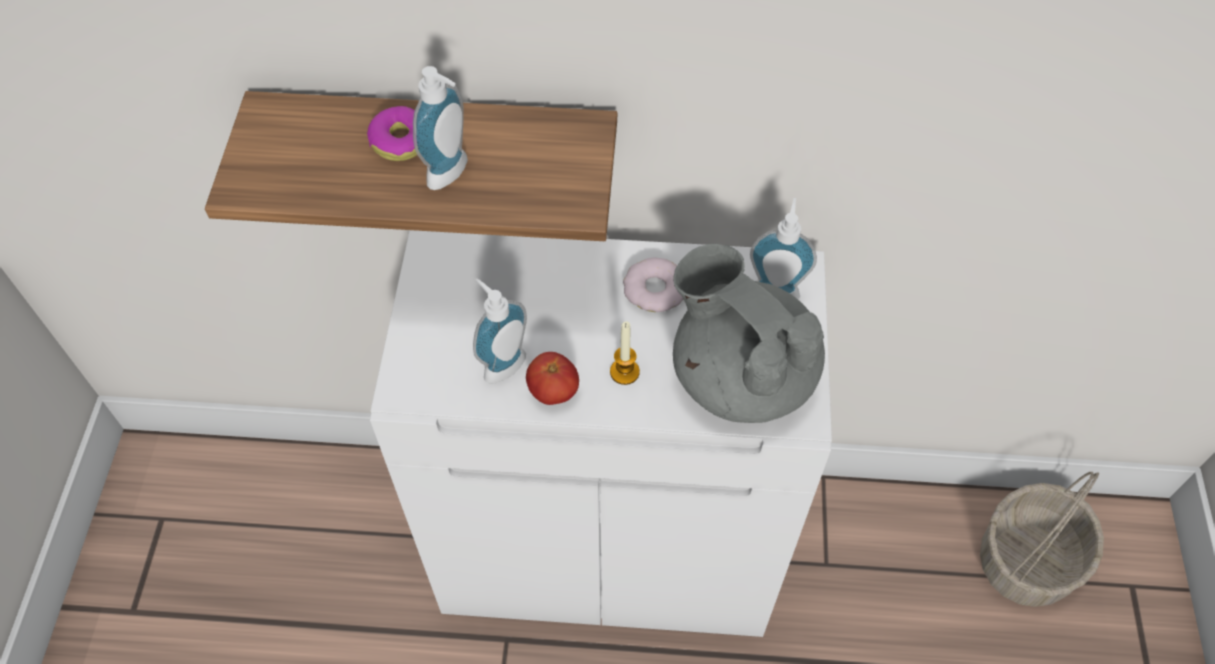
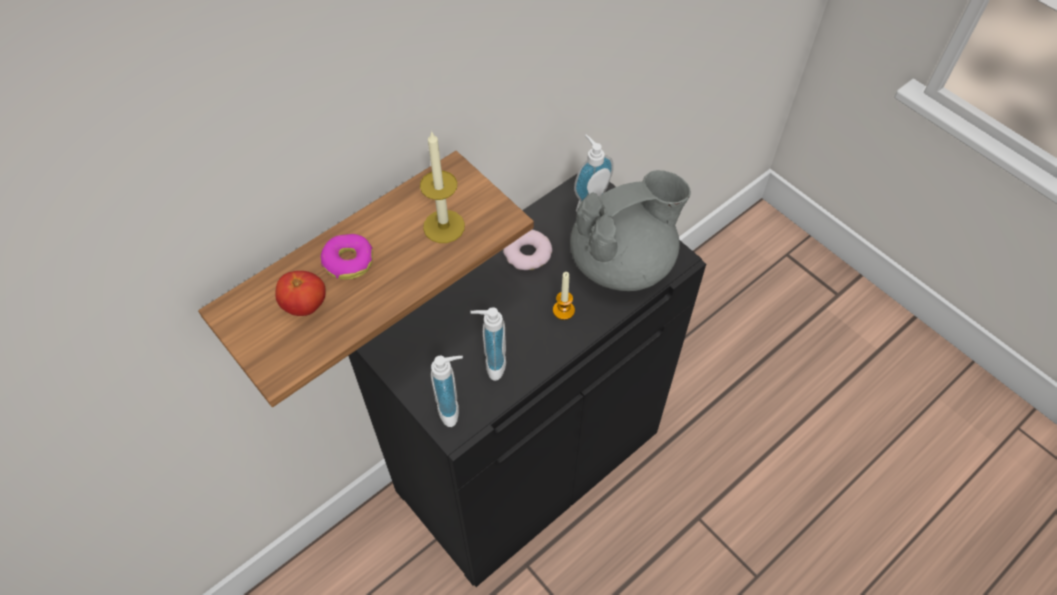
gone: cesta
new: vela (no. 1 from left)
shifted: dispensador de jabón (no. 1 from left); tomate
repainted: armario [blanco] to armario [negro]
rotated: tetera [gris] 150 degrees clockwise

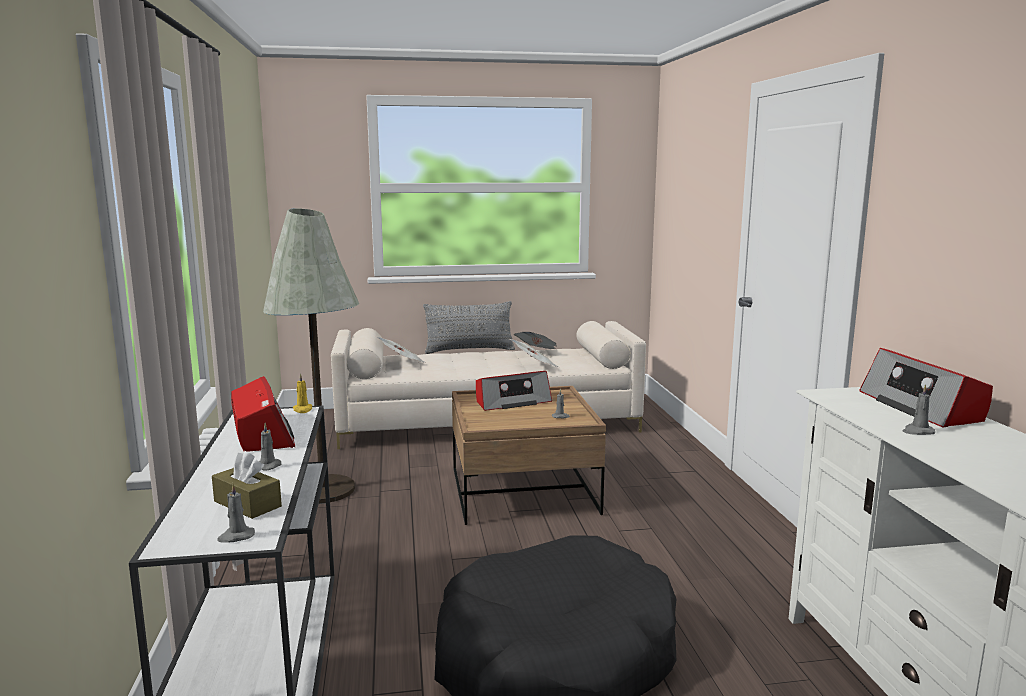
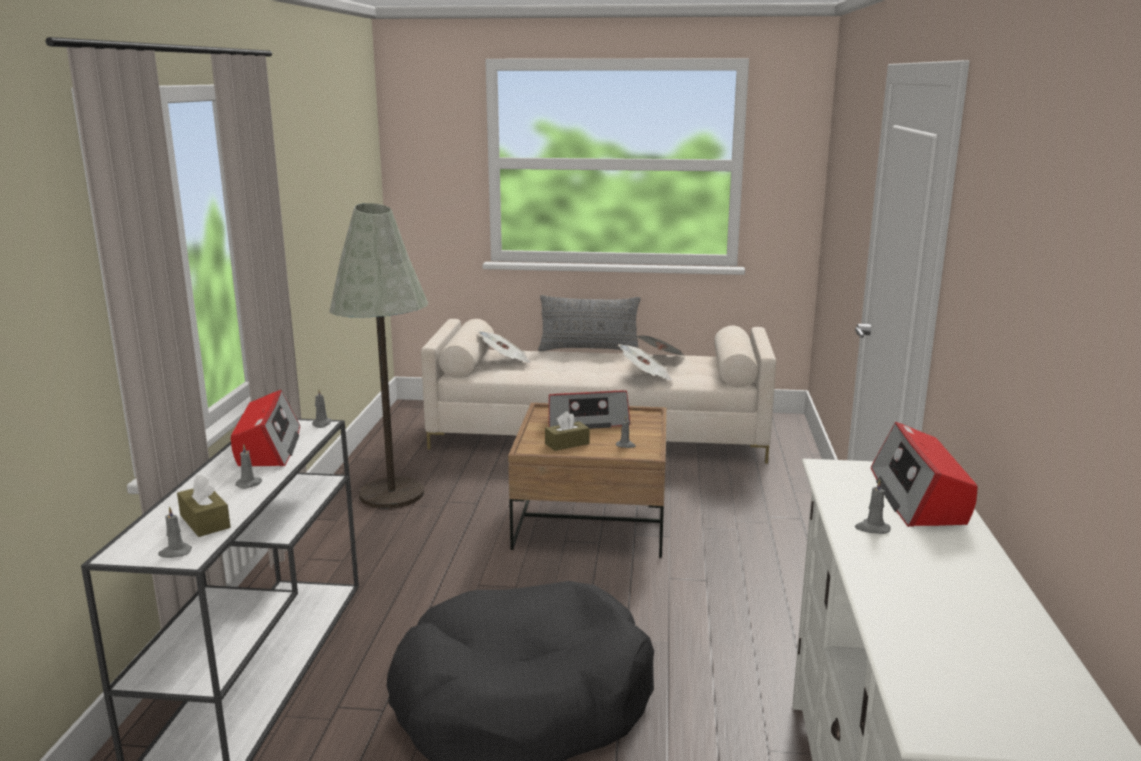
new: caja de pañuelos [marrón] (no. 2 from left)
repainted: vela [amarillo] to vela [gris] (no. 3 from left)

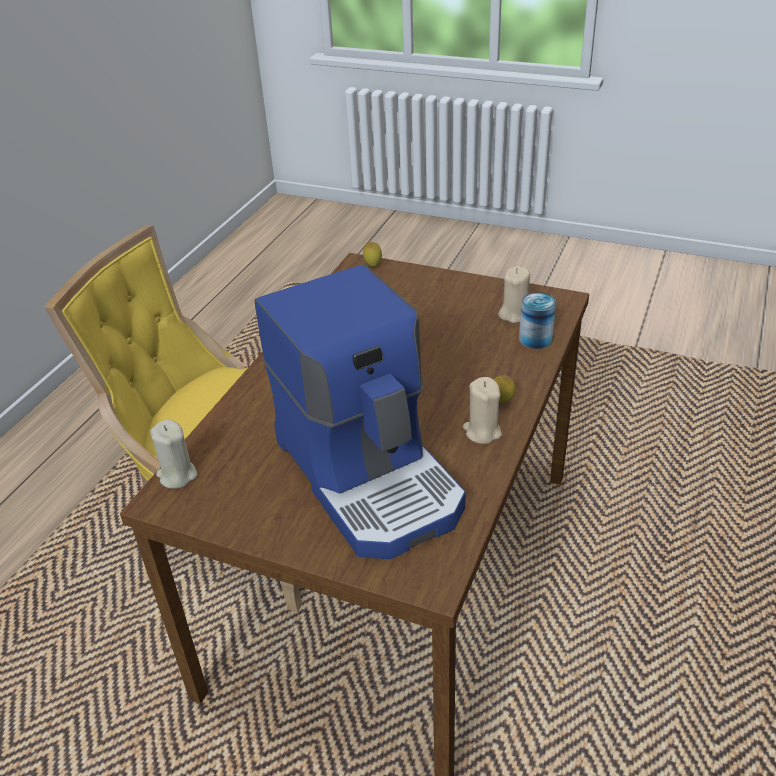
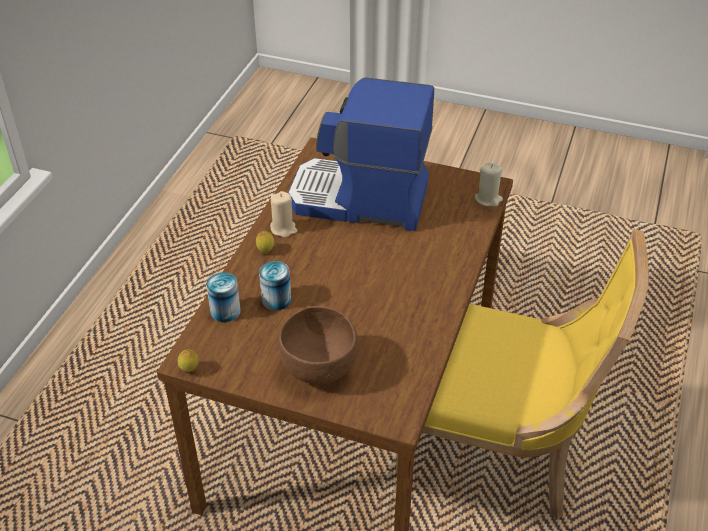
gone: vela [beis] (no. 3 from left)
new: lata (no. 2 from left); cuenco [marrón]
shifted: limón (no. 1 from left)
rotated: cafetera 45 degrees counterclockwise

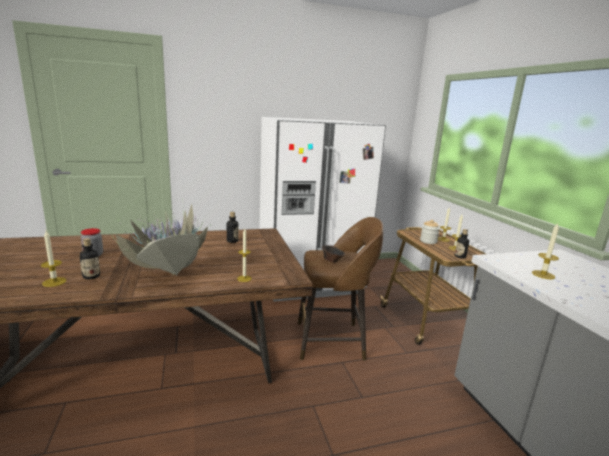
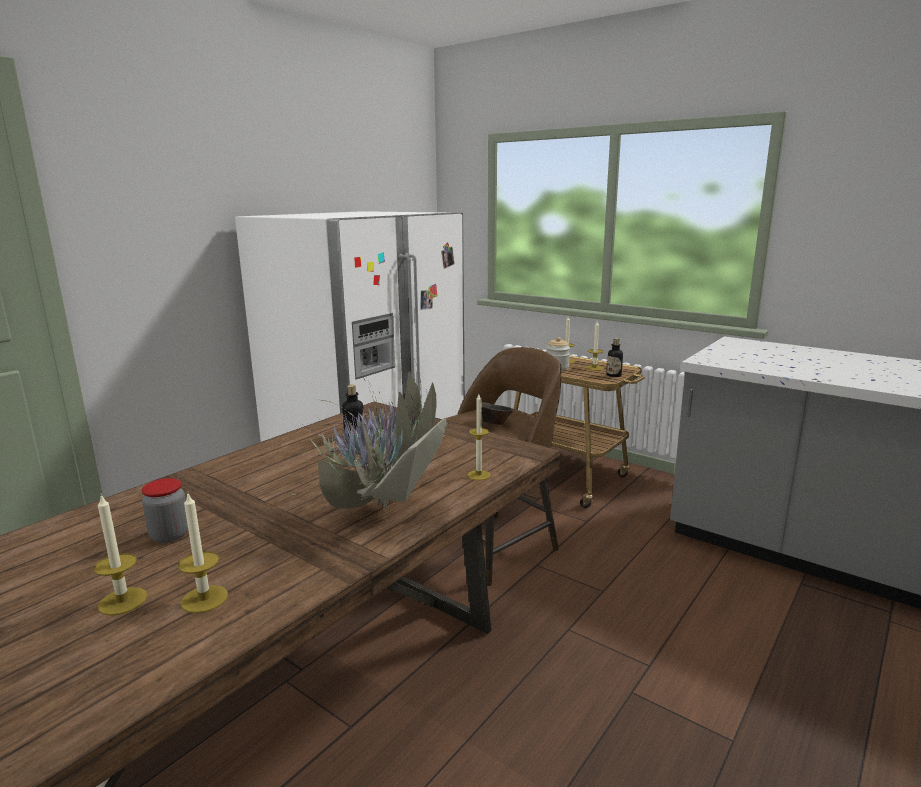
gone: botella (no. 1 from left)
shifted: vela (no. 5 from left in the first image) to vela (no. 1 from left)

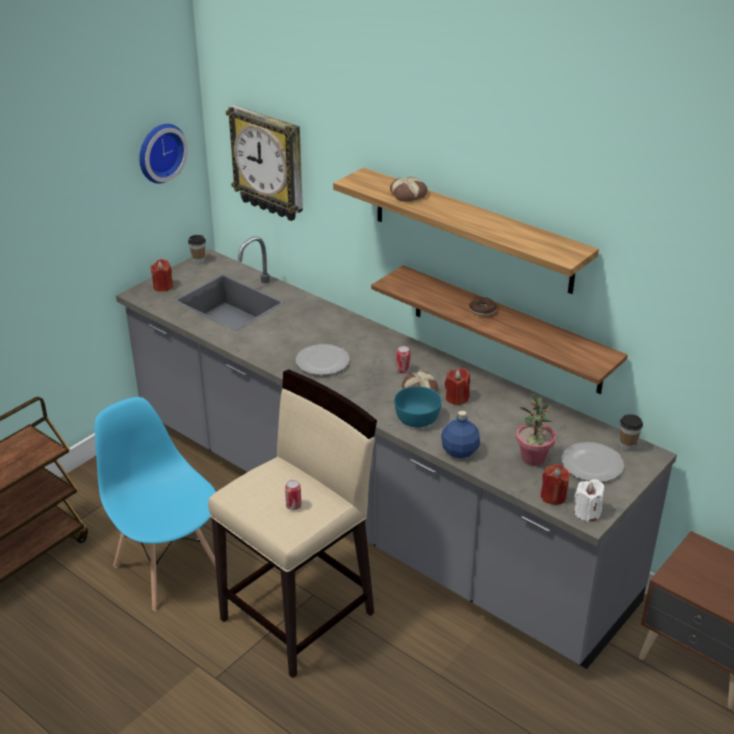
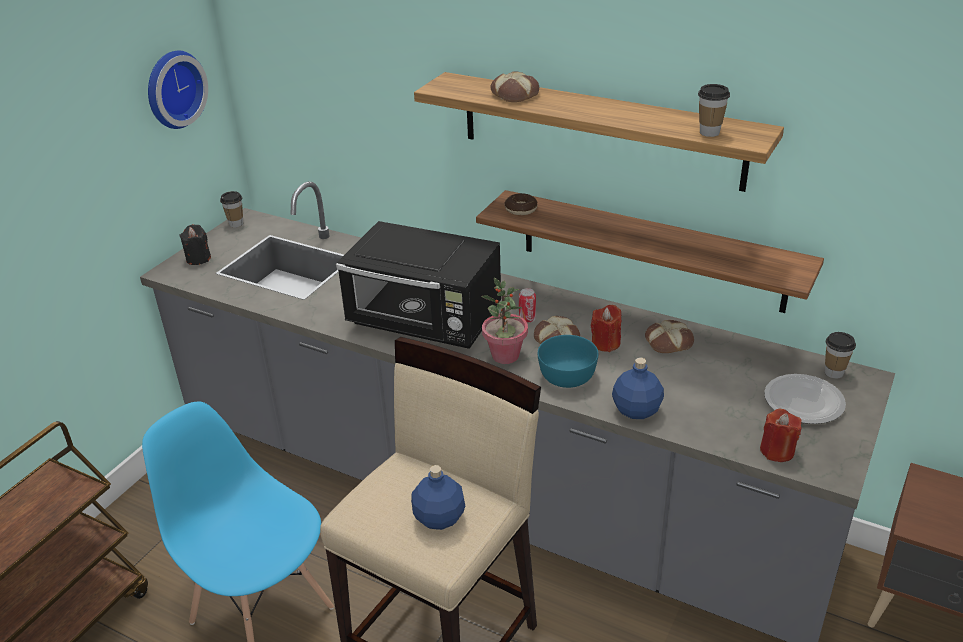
gone: reloj de pared (no. 2 from left); vela [blanco]
new: pan (no. 3 from left); taza (no. 2 from left)
shifted: rosquilla; planta en maceta
swapped: lata (no. 1 from left) to botella [azul] (no. 1 from left); plato (no. 1 from left) to microondas [negro]
repainted: vela [rojo] (no. 1 from left) to vela [negro]

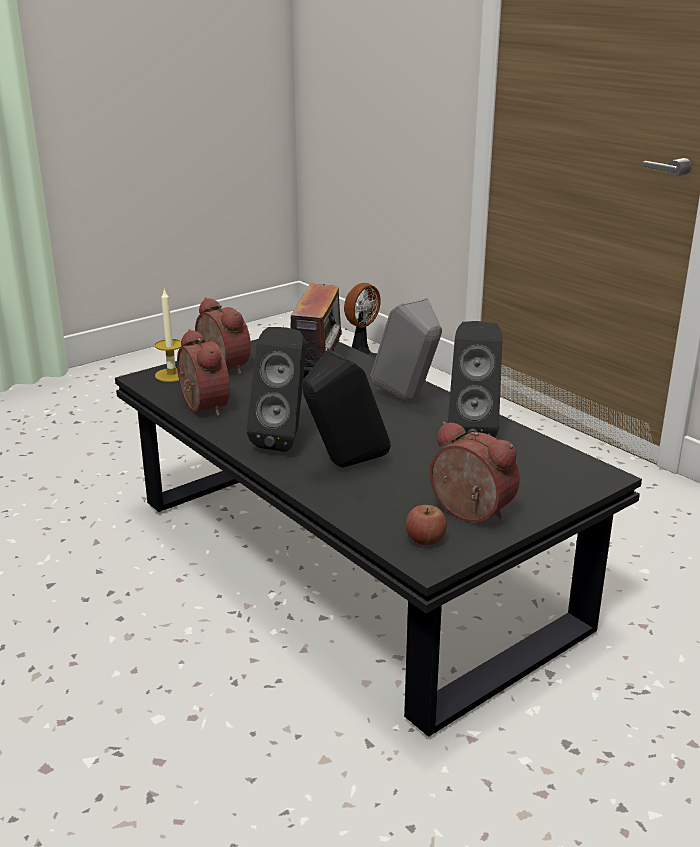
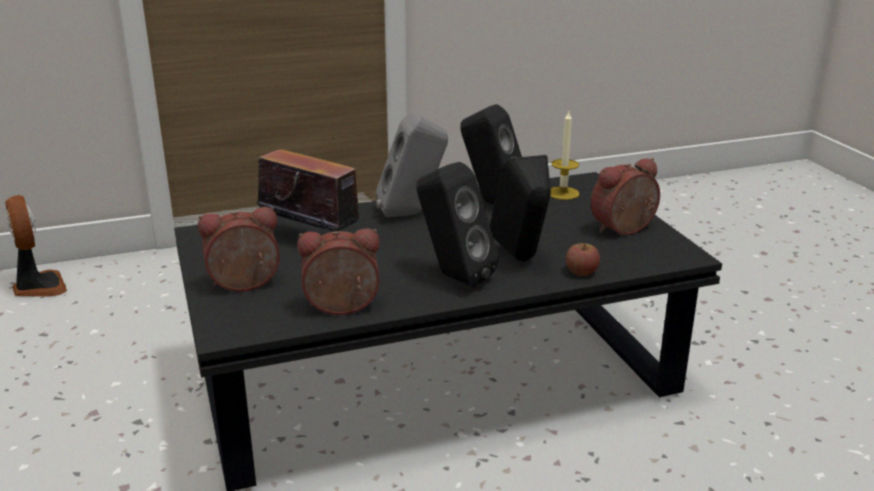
shifted: vela; manzana

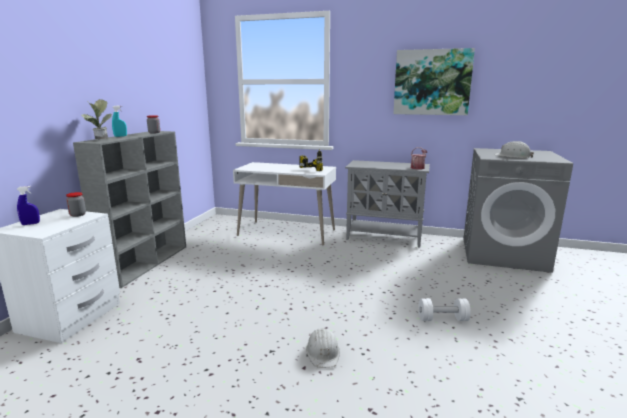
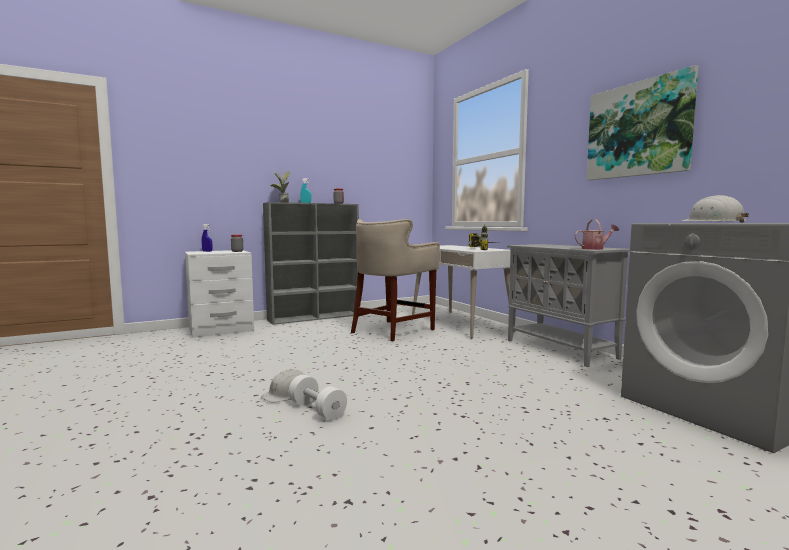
new: taburete [beis]
shifted: mancuerna [blanco]

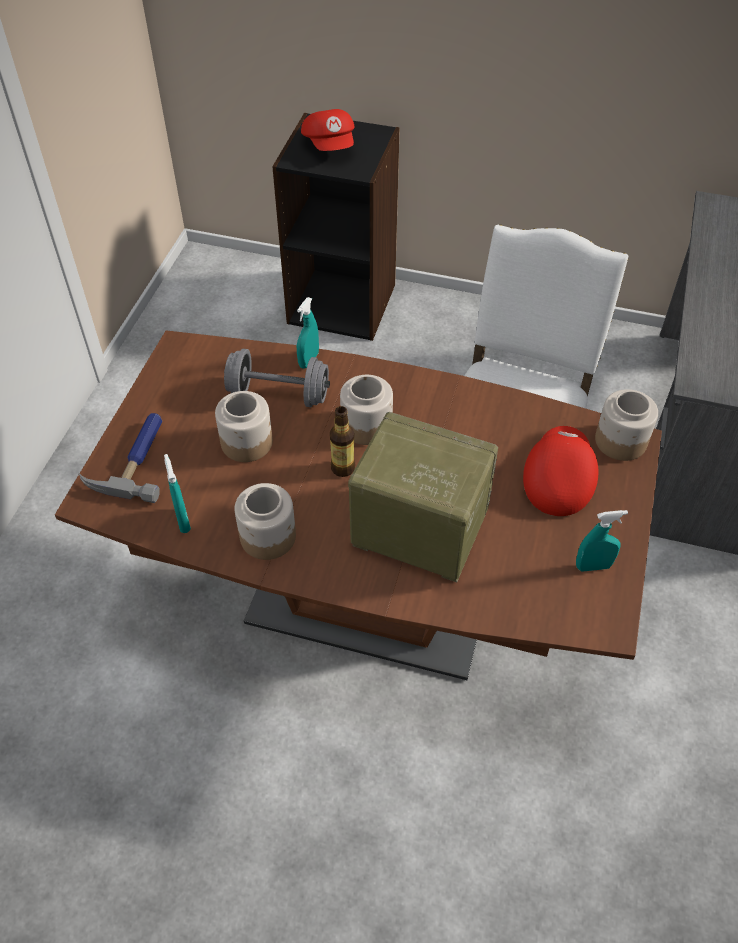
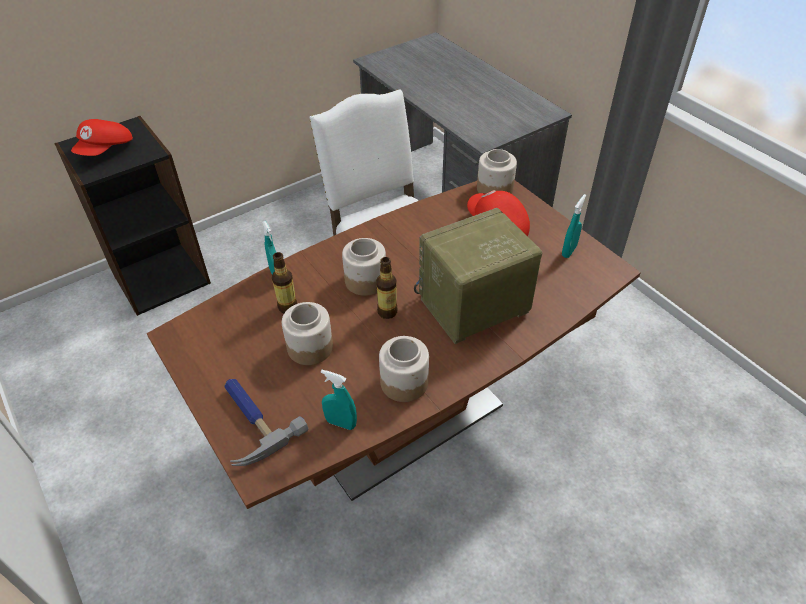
swapped: mancuerna [gris] to botella (no. 1 from left)
rotated: gorra [rojo] (no. 1 from left) 90 degrees clockwise

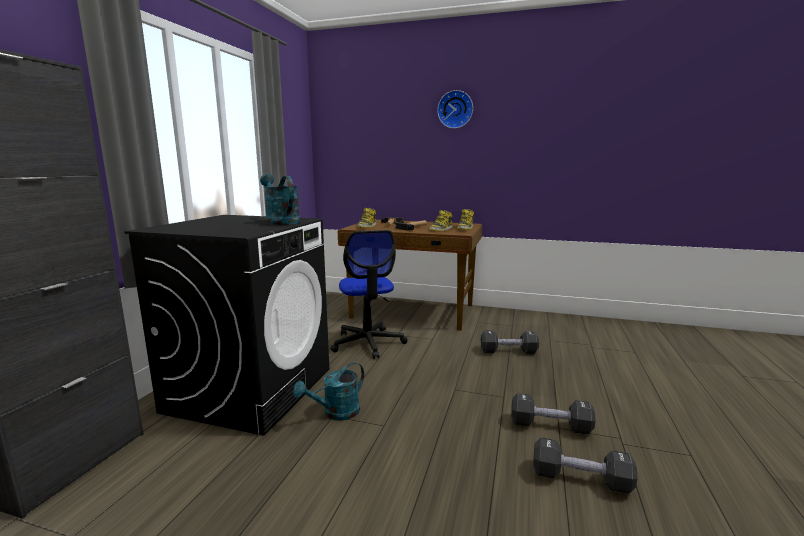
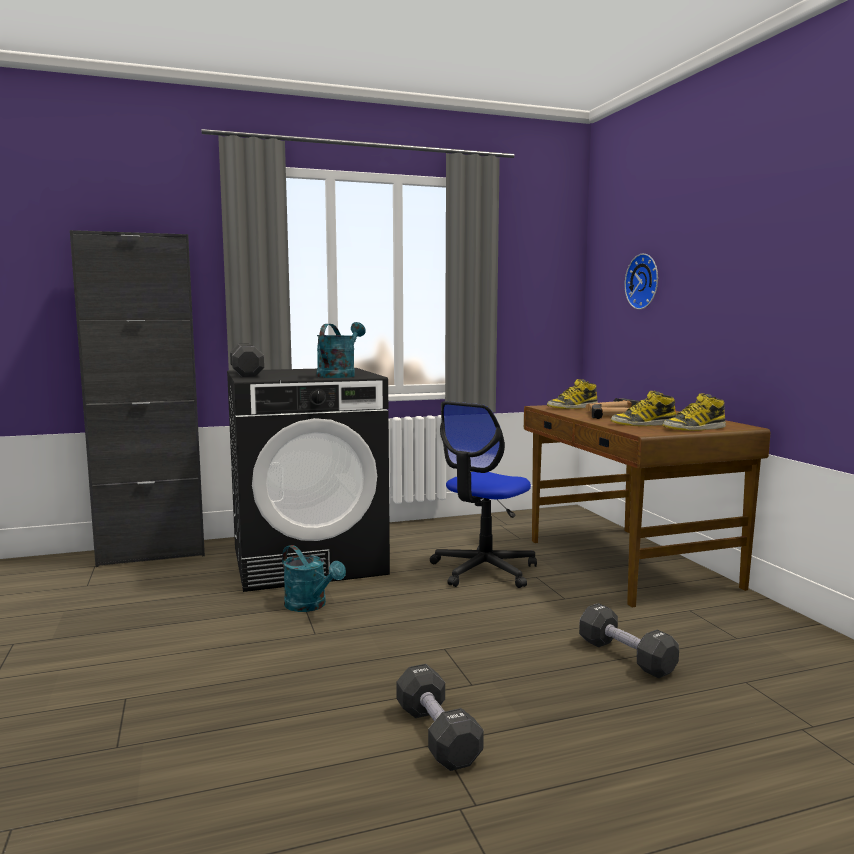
shifted: reloj de pared; mancuerna [negro] (no. 3 from left in the first image) to mancuerna [negro] (no. 1 from left)
rotated: regadera [turquesa] (no. 2 from left in the first image) 150 degrees counterclockwise

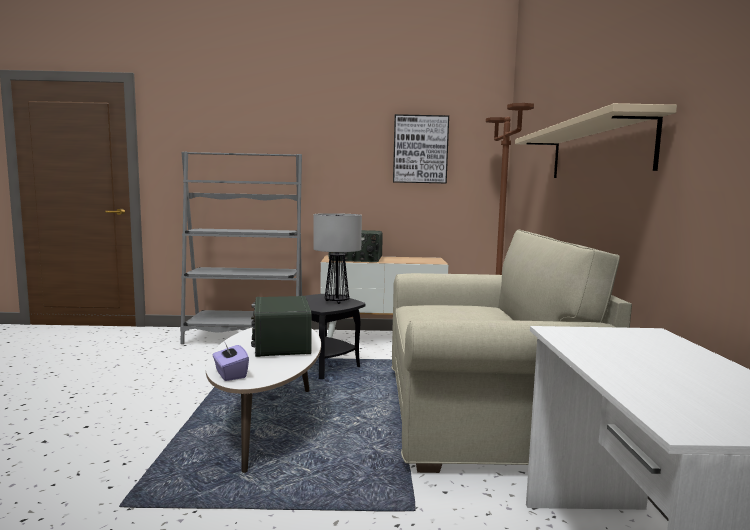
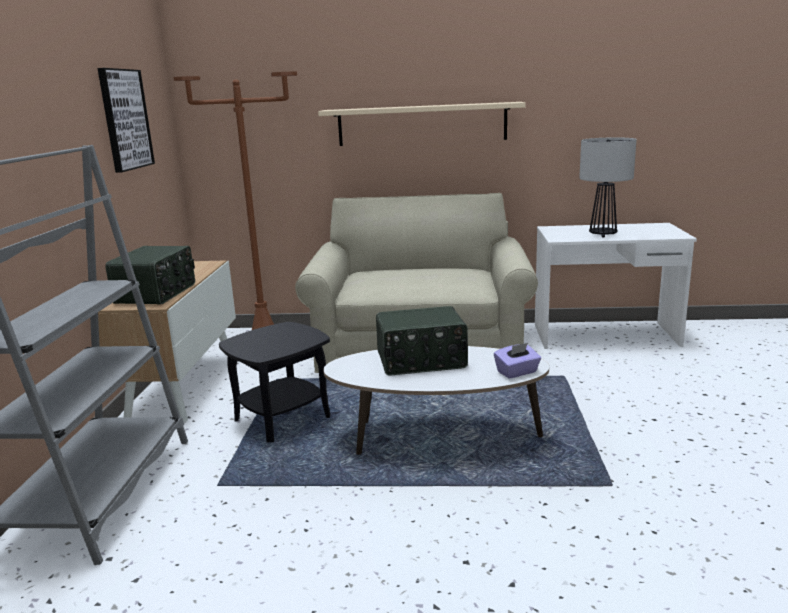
shifted: lámpara de mesa

